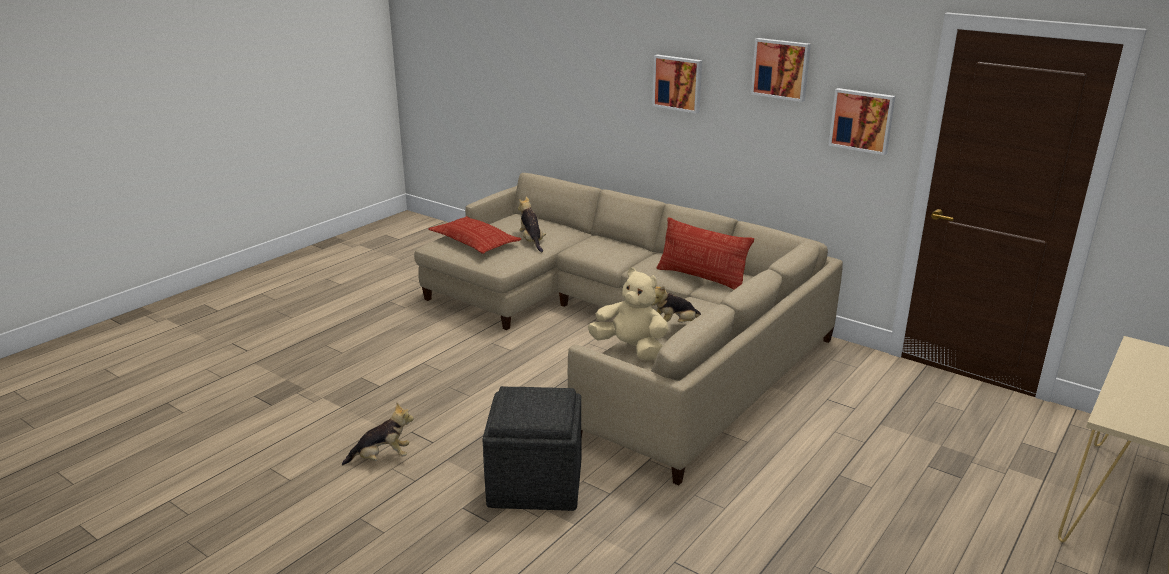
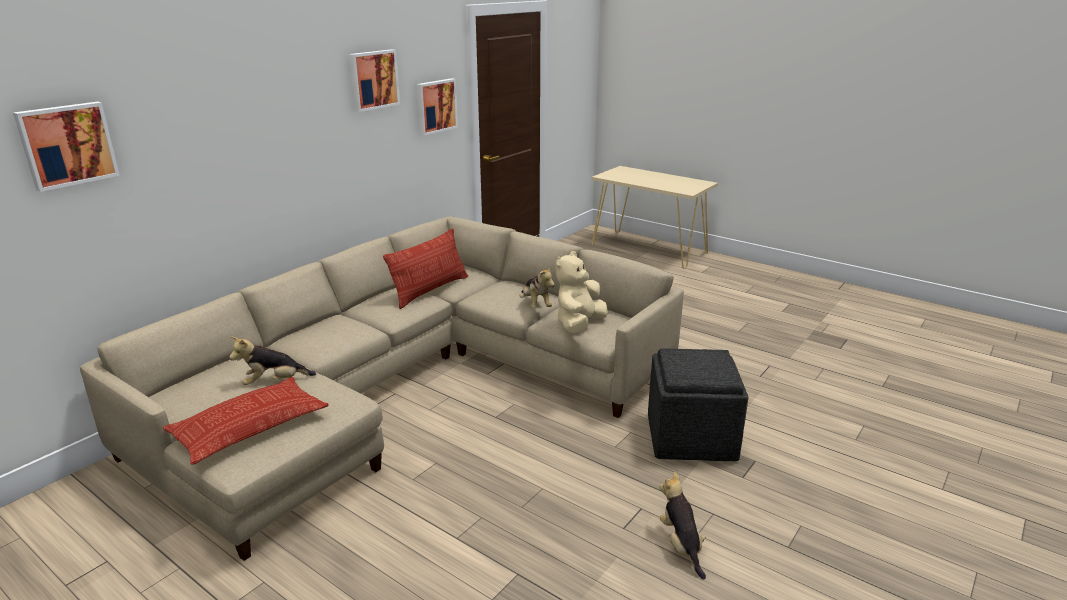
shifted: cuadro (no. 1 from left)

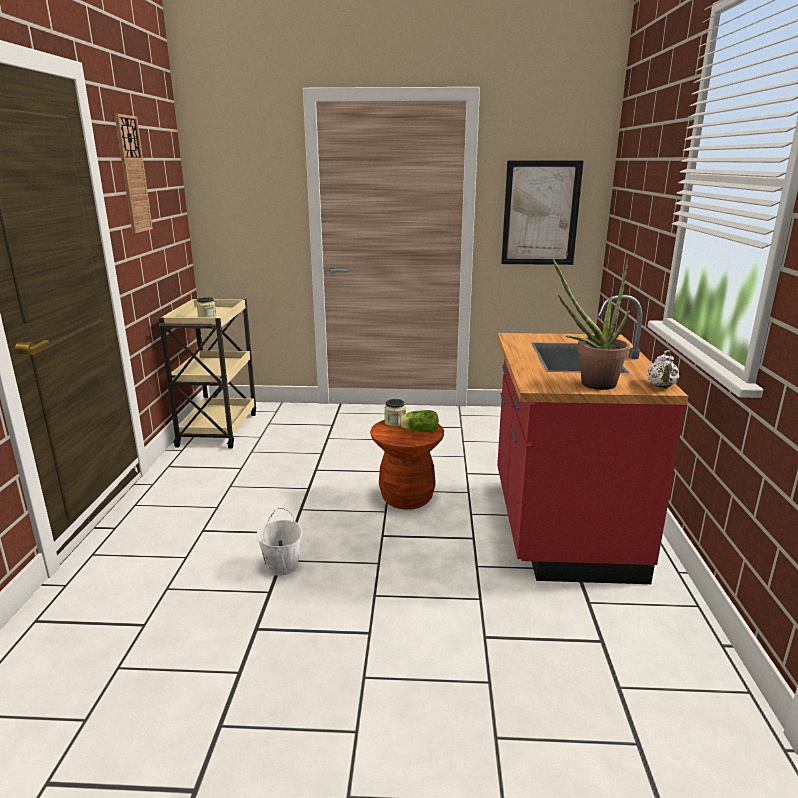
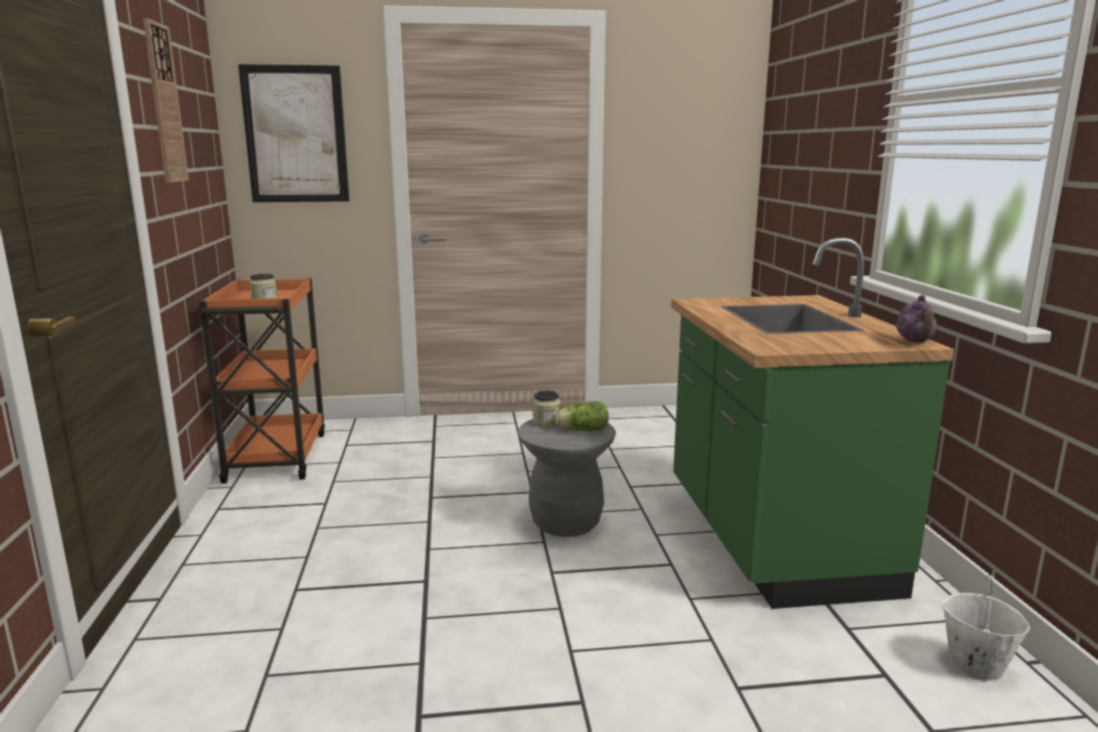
gone: planta en maceta
shifted: cubo [blanco]; cuadro
repainted: carrito [beis] to carrito [naranja]; taburete [marrón] to taburete [gris]; mueble bajo de cocina [rojo] to mueble bajo de cocina [verde]; tetera [blanco] to tetera [morado]

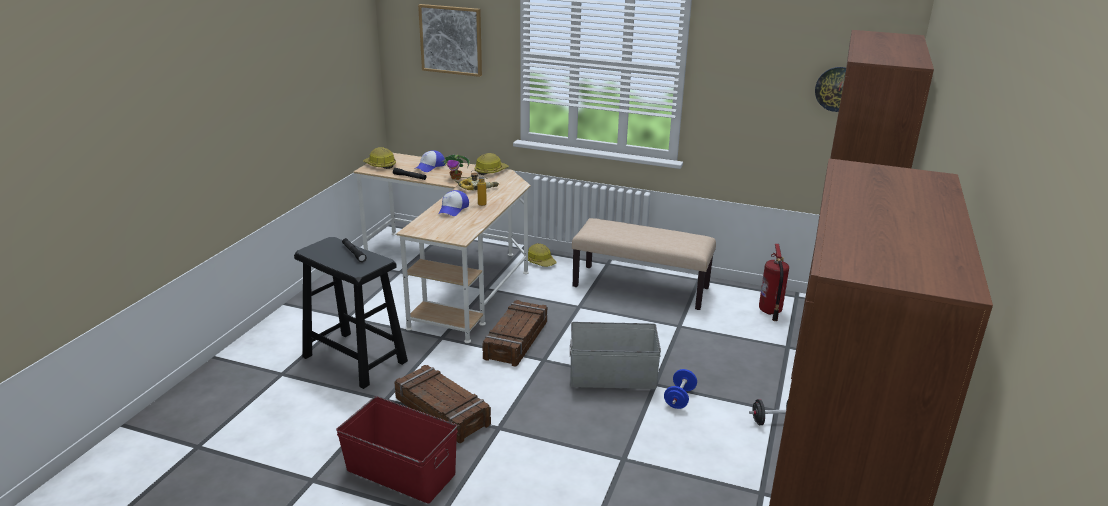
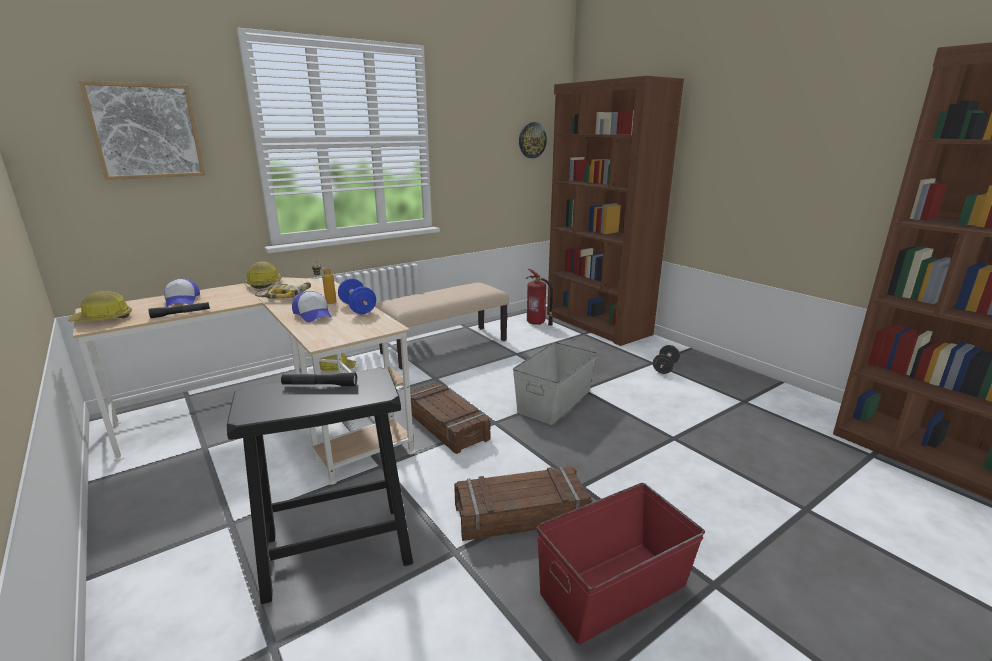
gone: planta en maceta
shifted: mancuerna [azul]

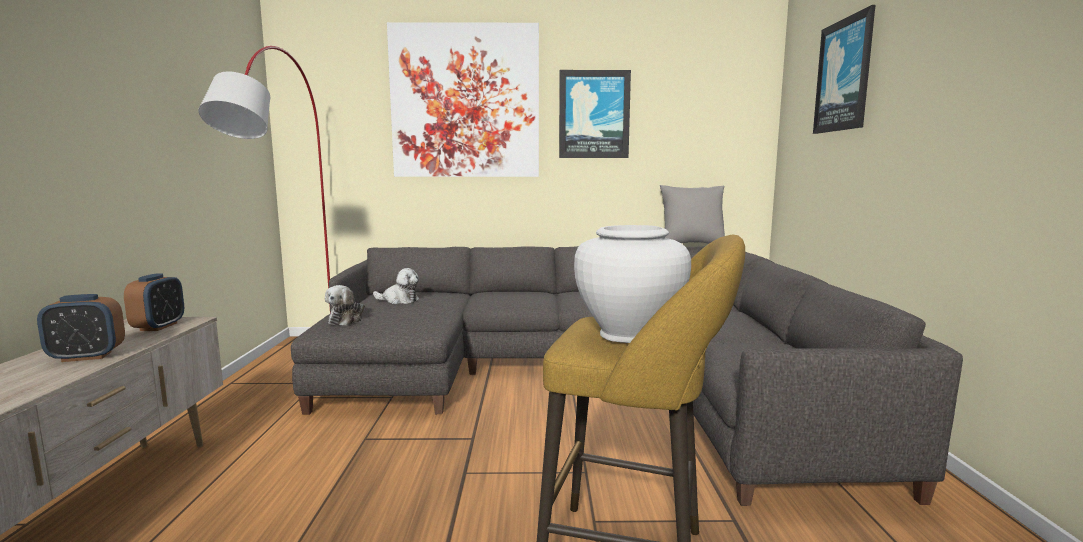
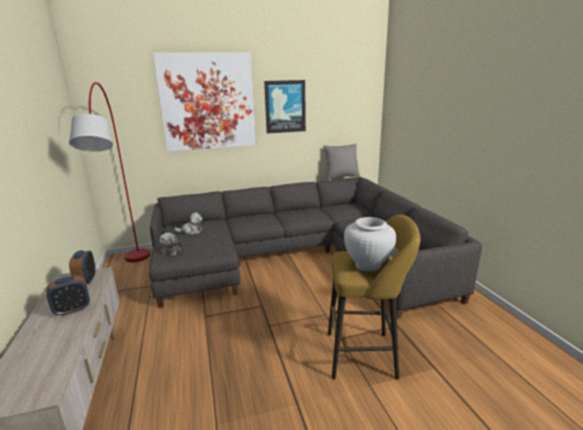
gone: cuadro (no. 3 from left)

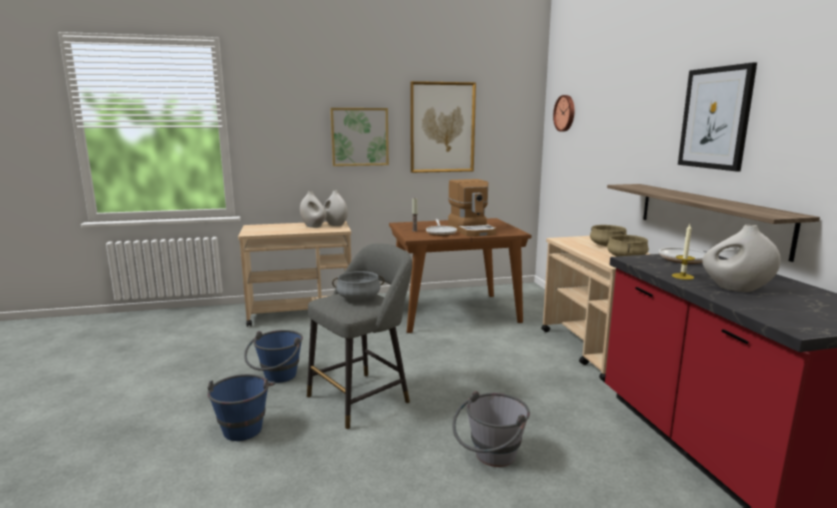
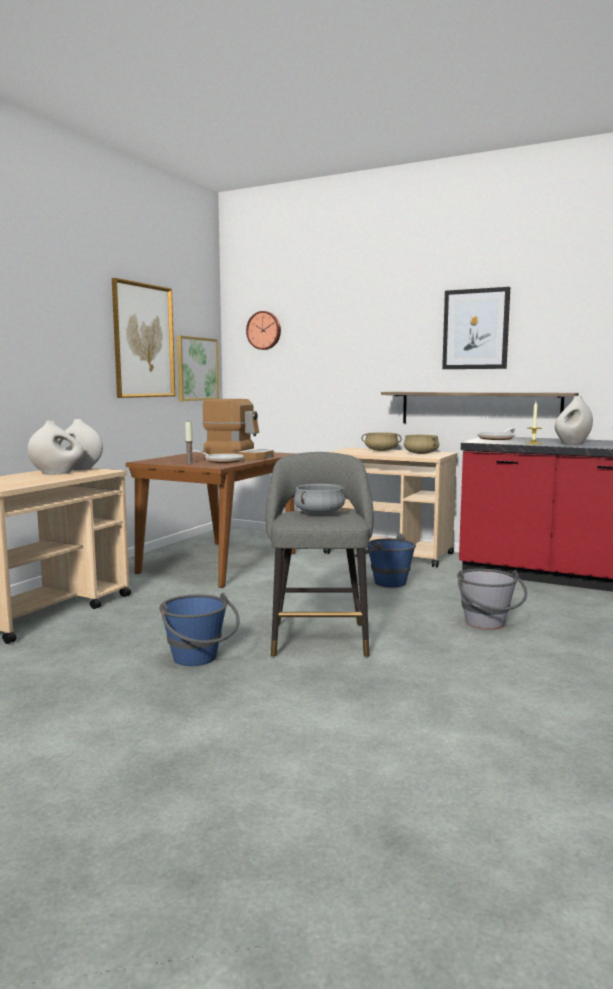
shifted: cubo [azul] (no. 1 from left in the first image) to cubo [azul] (no. 2 from left); cuadro (no. 1 from left in the first image) to cuadro (no. 2 from left)

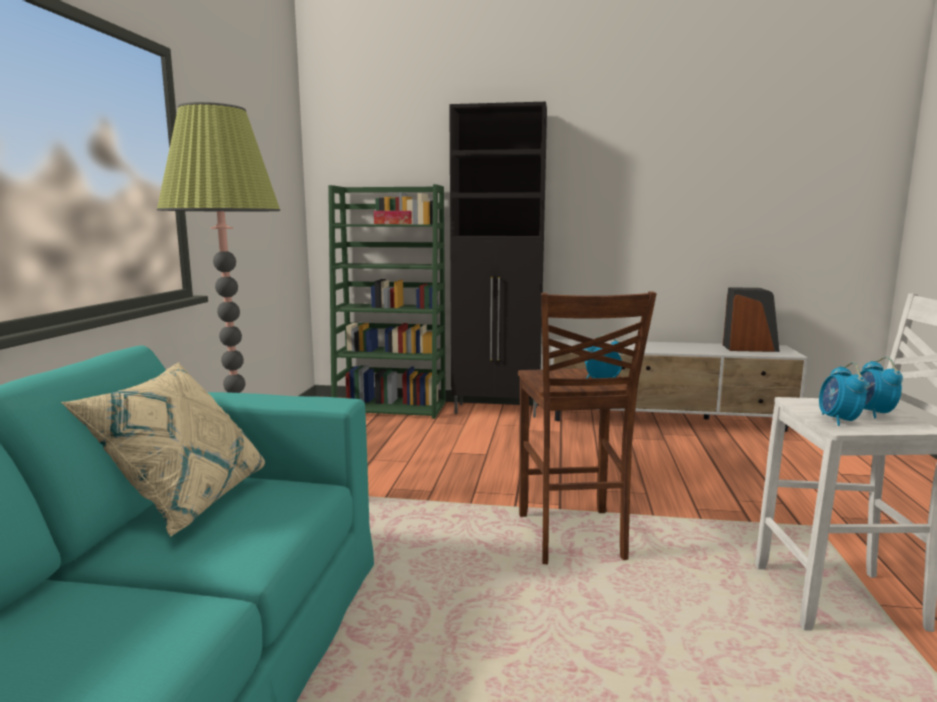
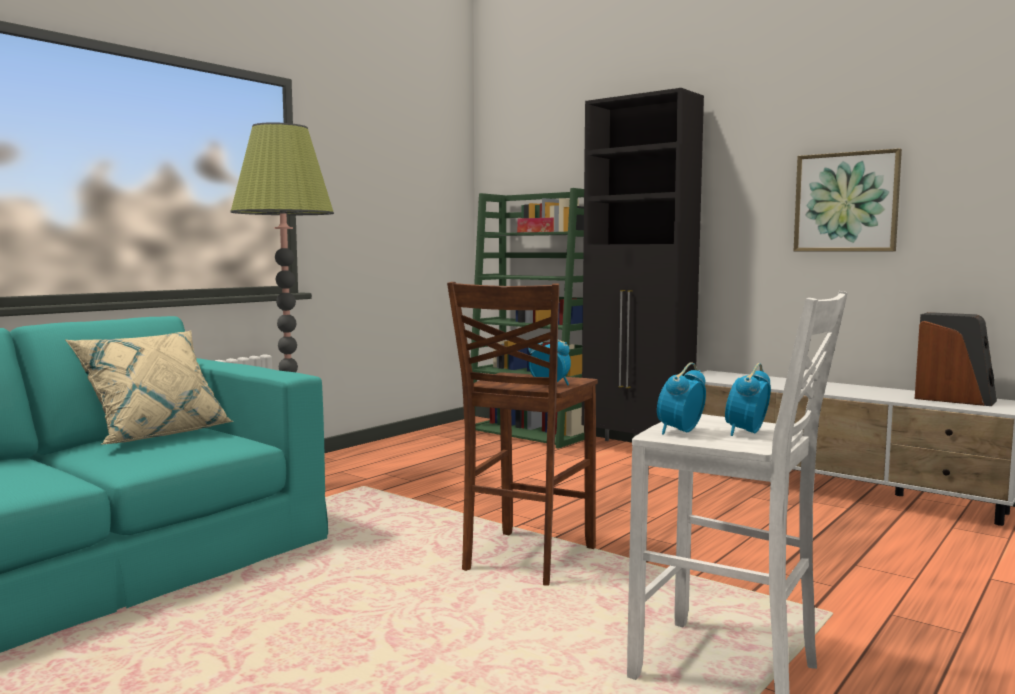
new: cuadro

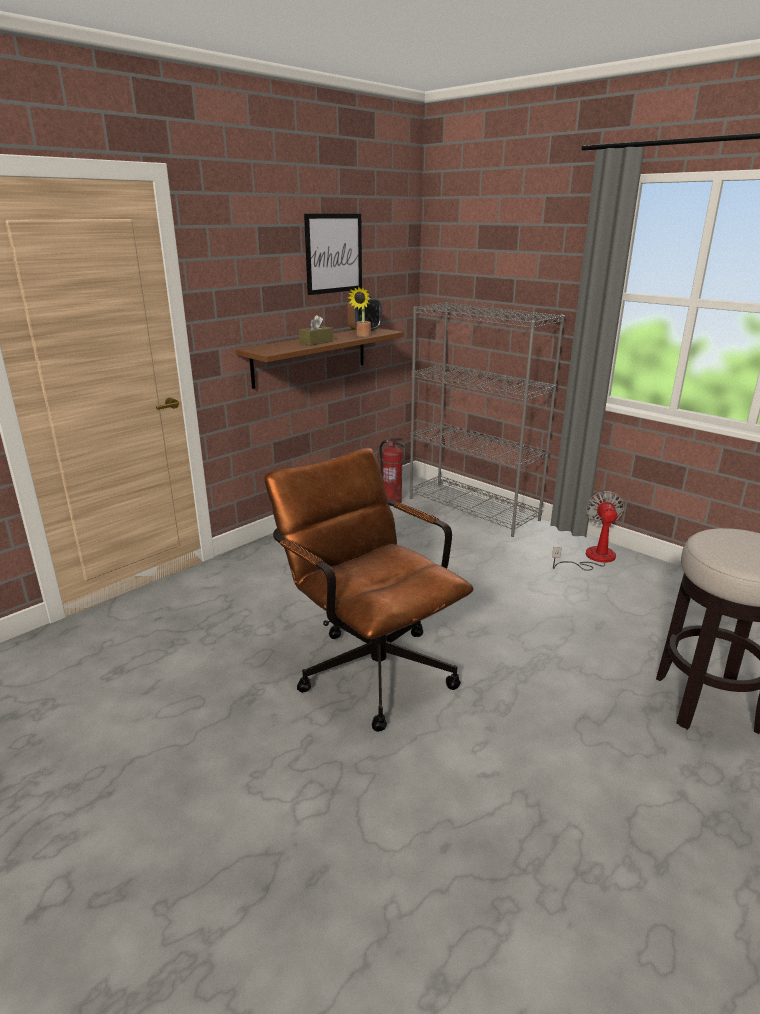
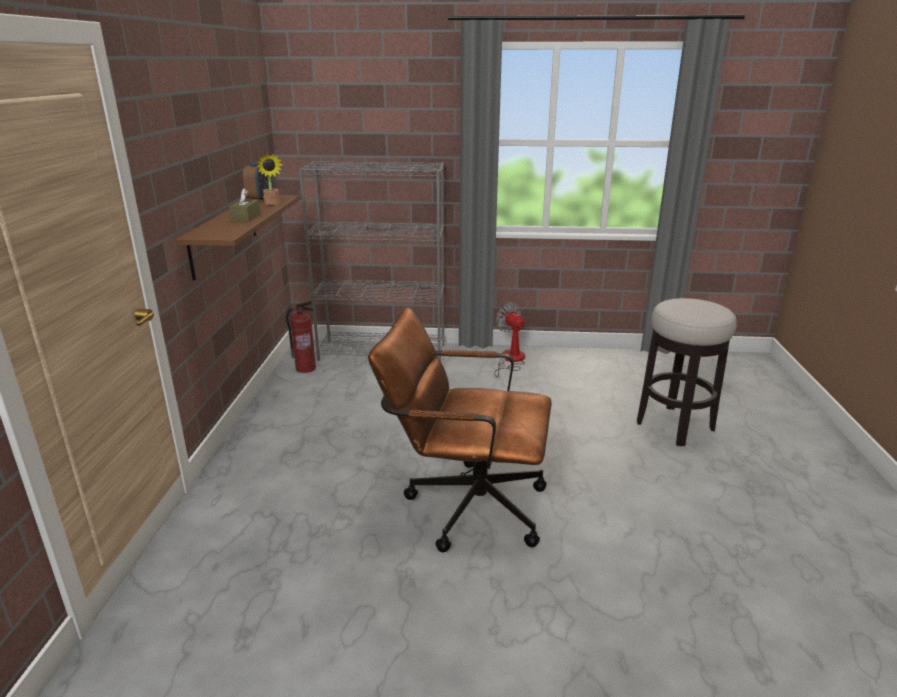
gone: cuadro

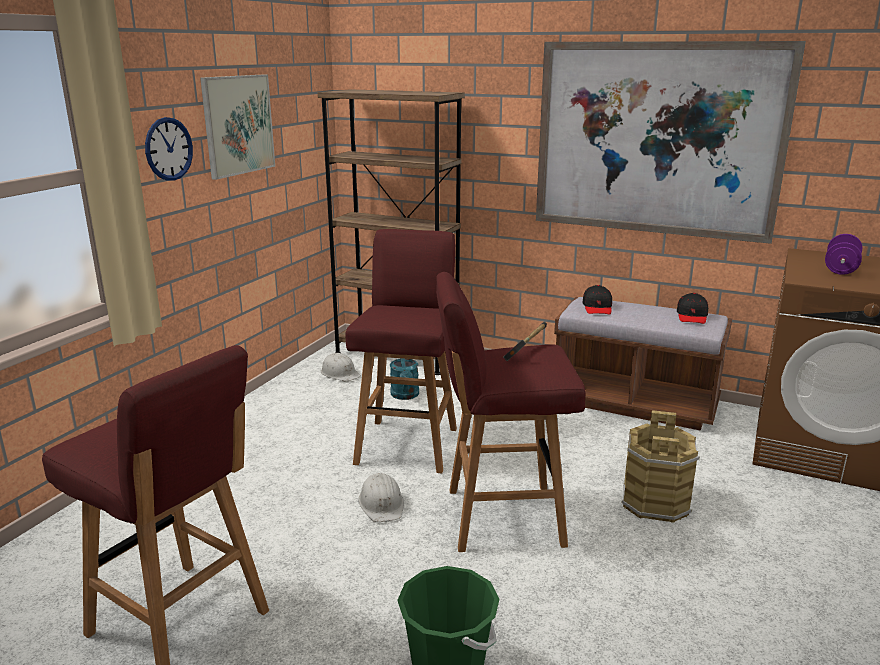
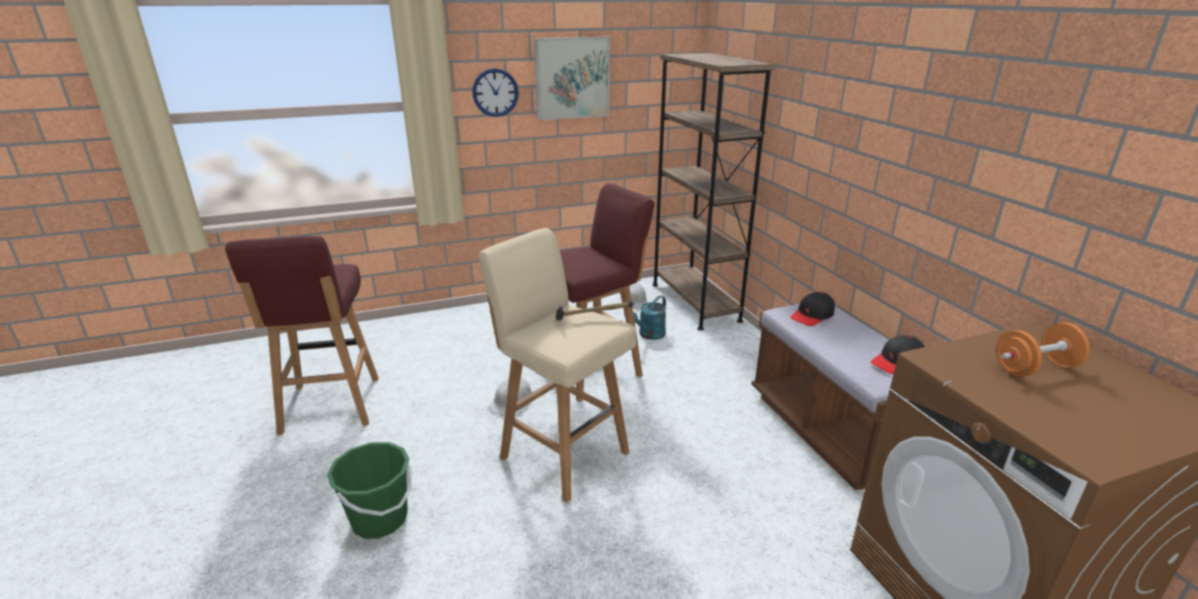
gone: cuadro (no. 2 from left); cubo [marrón]
repainted: taburete [rojo] (no. 3 from left) to taburete [beis]; mancuerna [morado] to mancuerna [naranja]

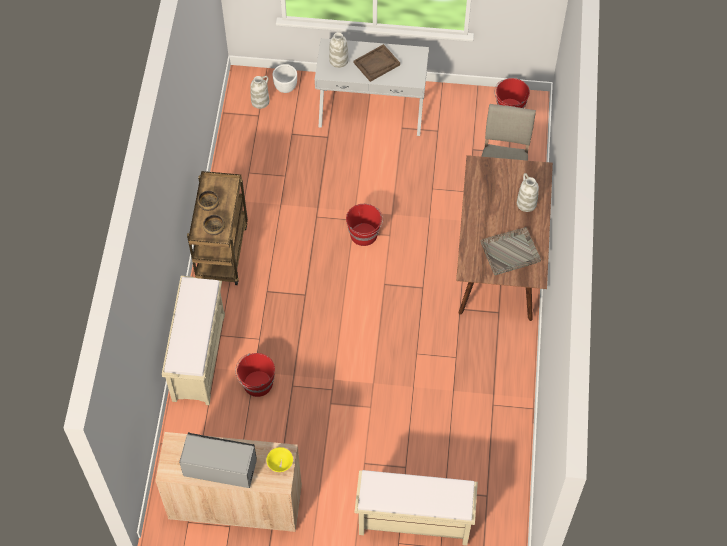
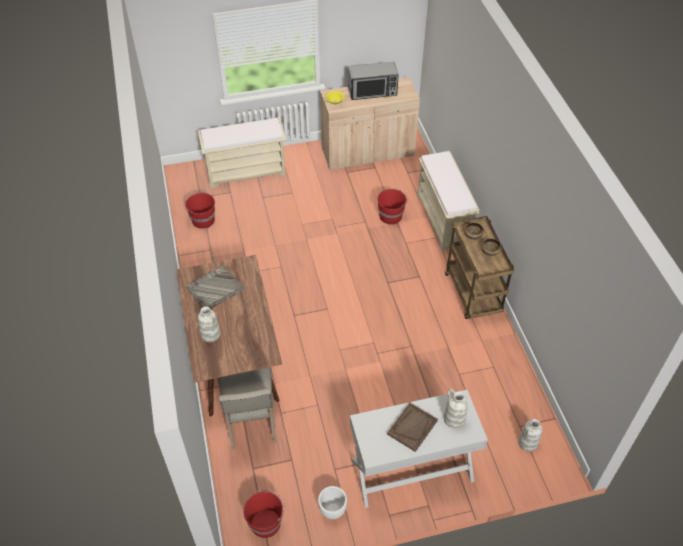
shifted: maceta [blanco]; cubo [rojo] (no. 2 from left in the first image) to cubo [rojo] (no. 1 from left)

